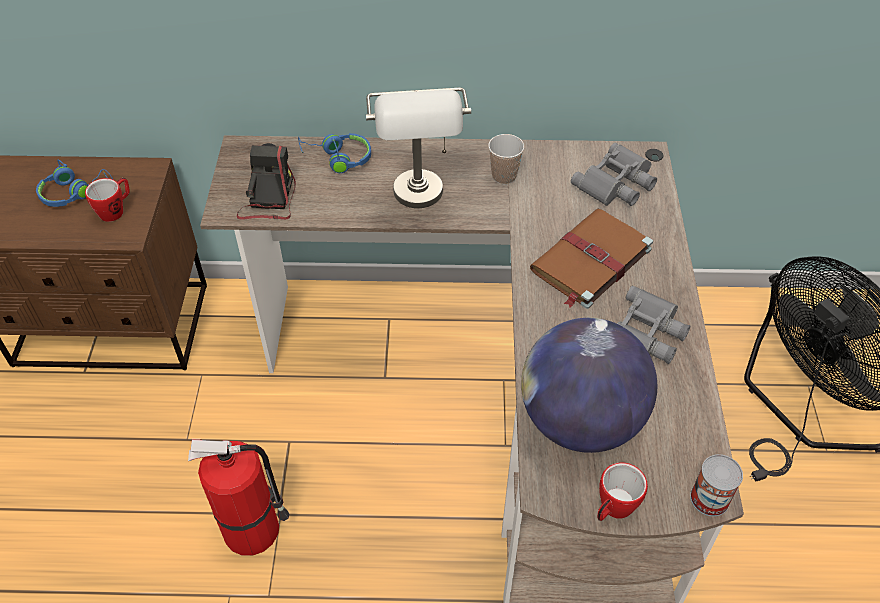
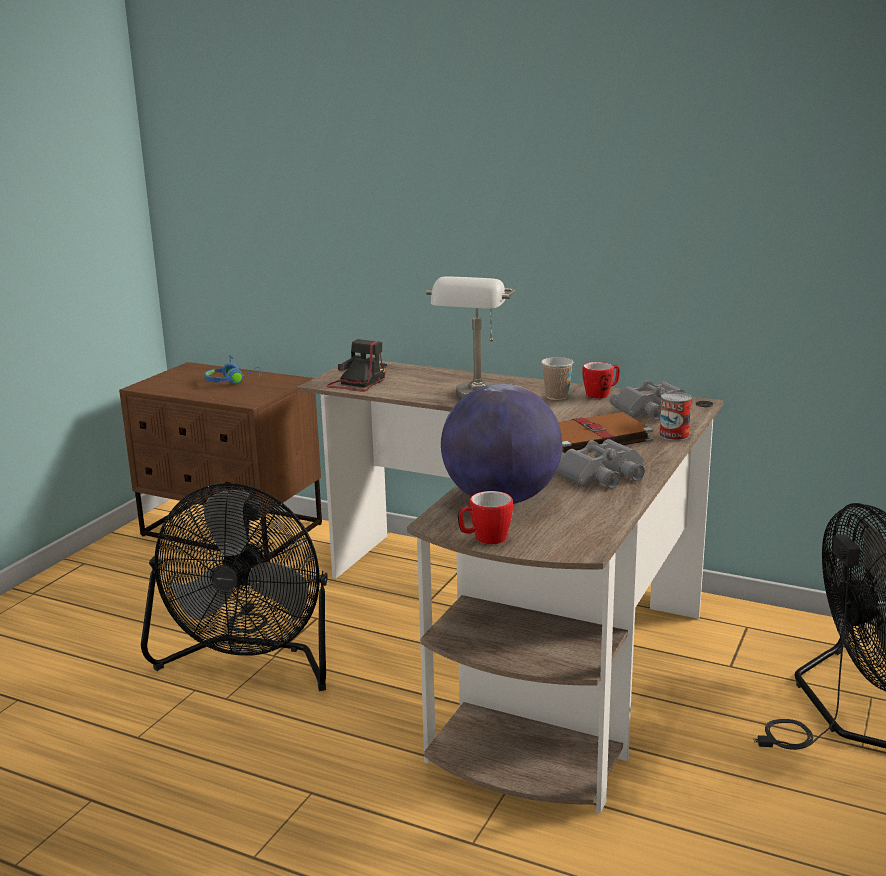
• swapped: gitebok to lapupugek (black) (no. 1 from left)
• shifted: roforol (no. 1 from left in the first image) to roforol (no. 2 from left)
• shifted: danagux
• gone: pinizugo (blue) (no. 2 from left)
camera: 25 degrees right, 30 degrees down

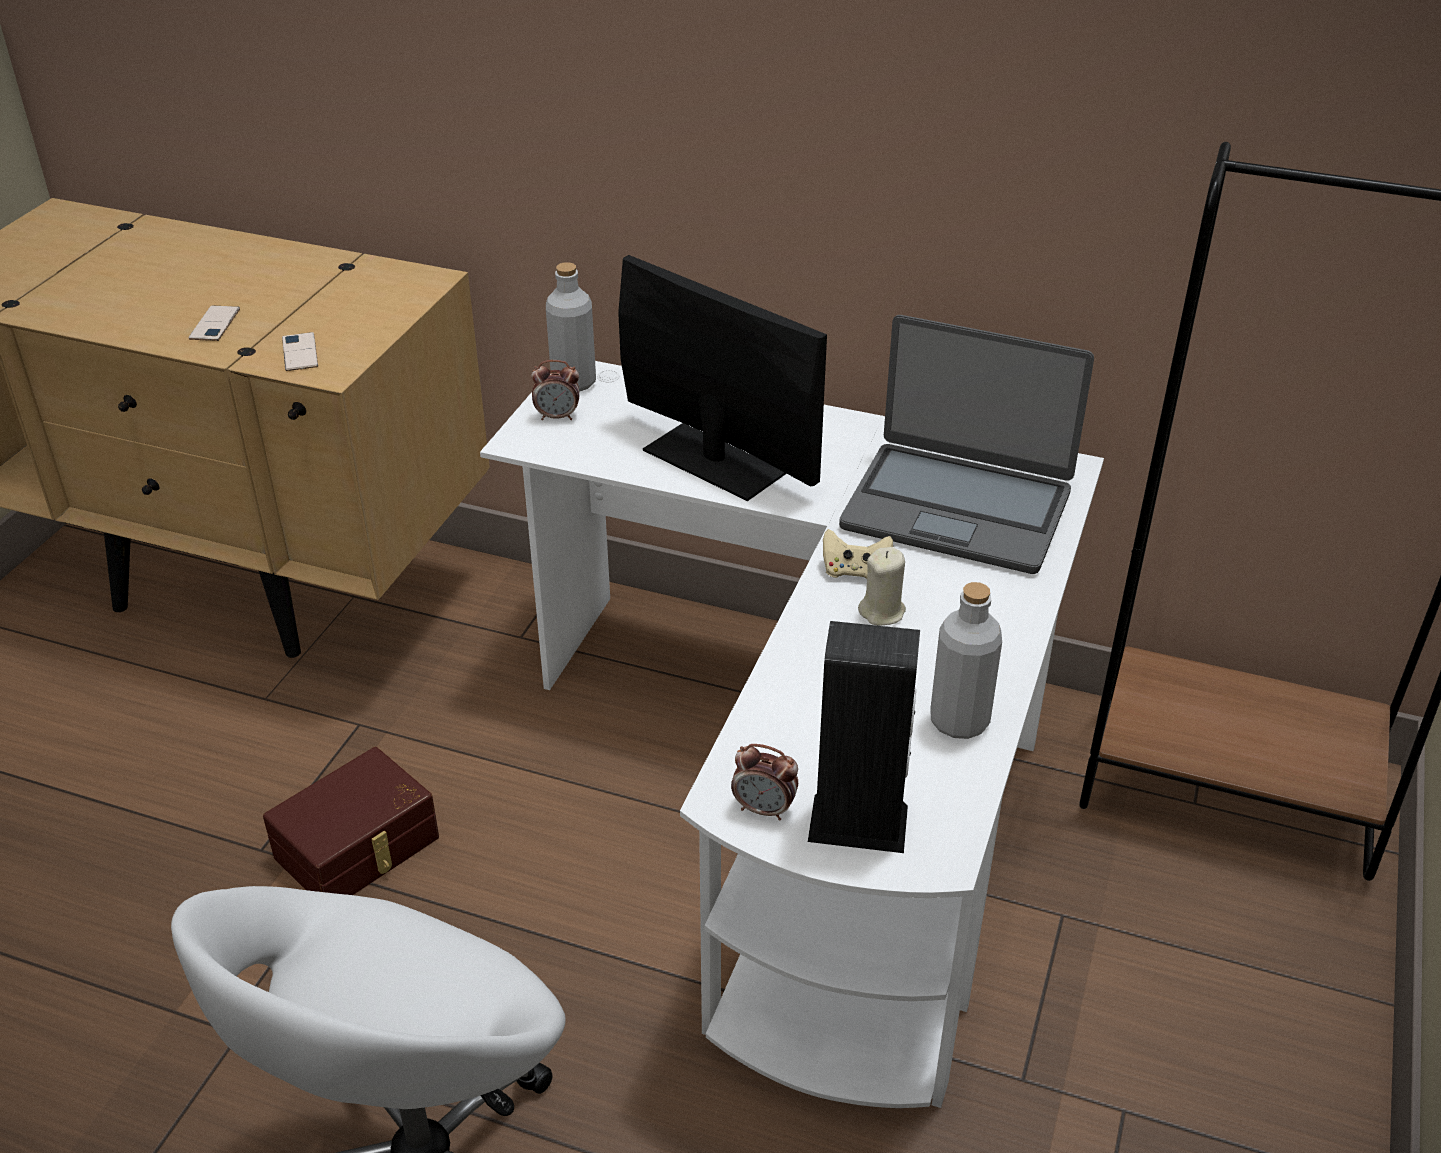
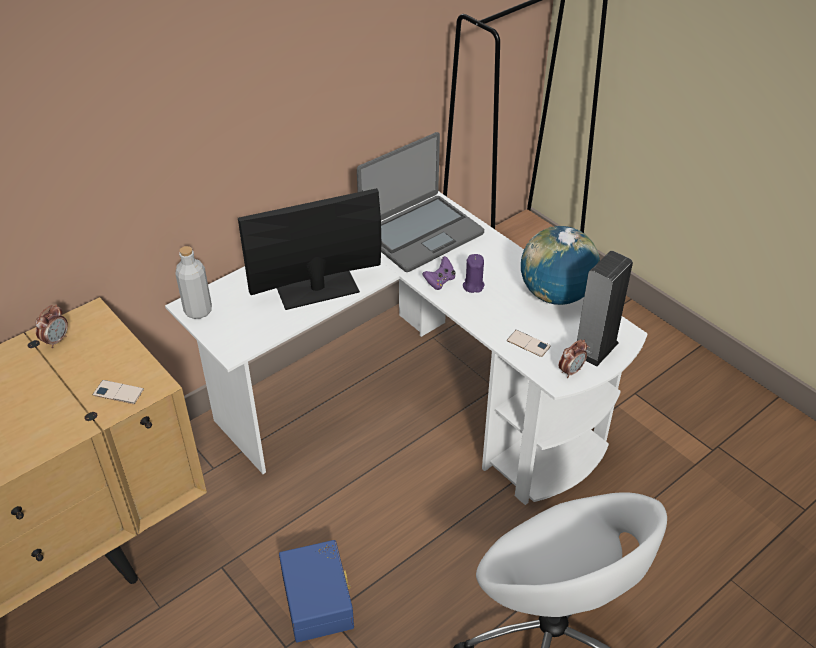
• shifted: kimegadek (no. 1 from left)
• repainted: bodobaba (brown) to bodobaba (blue)
• repainted: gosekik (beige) to gosekik (purple)
• repainted: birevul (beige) to birevul (purple)
• shifted: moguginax (no. 1 from left in the first image) to moguginax (no. 2 from left)
• swapped: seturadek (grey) (no. 2 from left) to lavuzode
camera: 60 degrees left, 5 degrees up

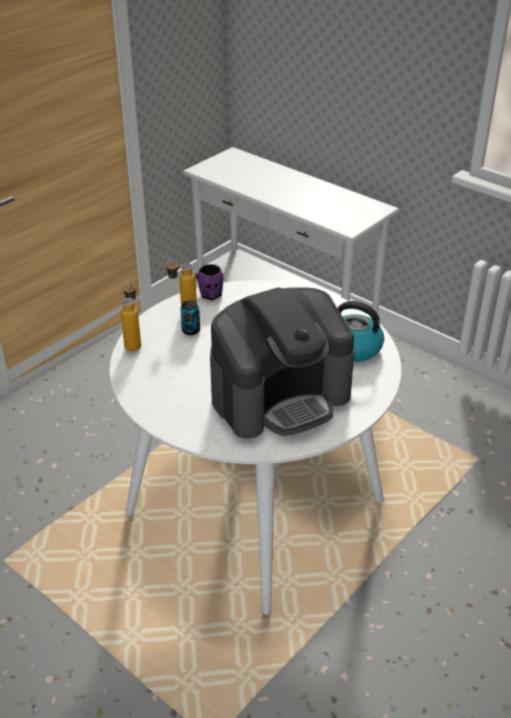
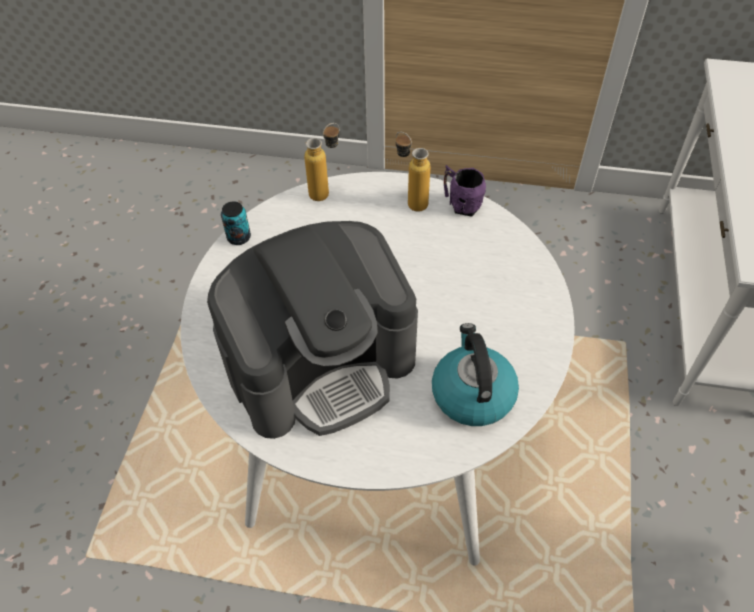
• rotated: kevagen 60 degrees counterclockwise
• shifted: danagux
camera: 60 degrees right, 15 degrees up

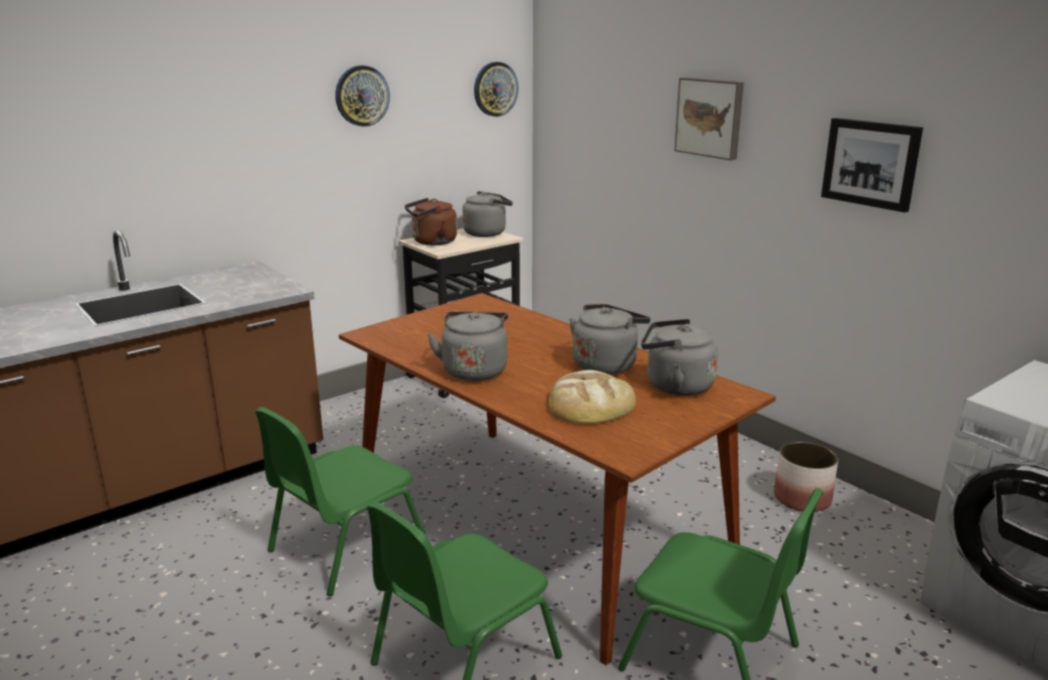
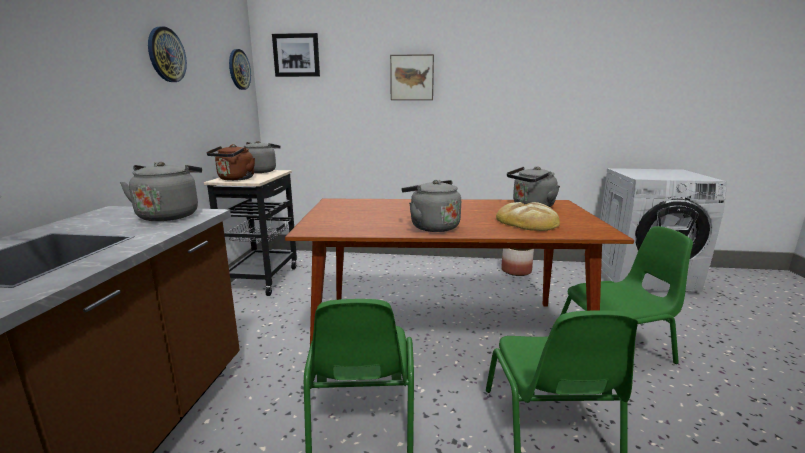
• shifted: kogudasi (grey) (no. 3 from left in the first image) to kogudasi (grey) (no. 1 from left)
• shifted: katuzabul (no. 2 from left in the first image) to katuzabul (no. 1 from left)
camera: 45 degrees left, 5 degrees down

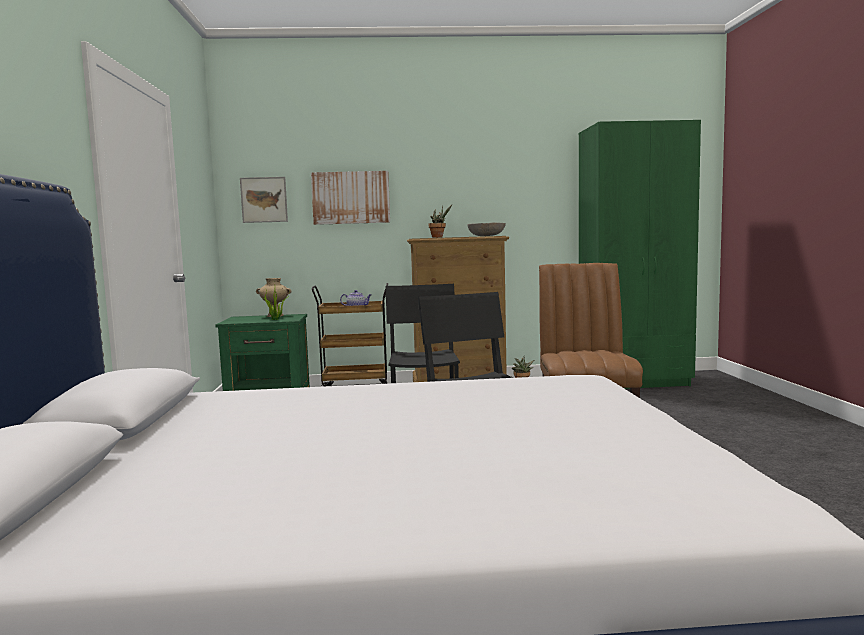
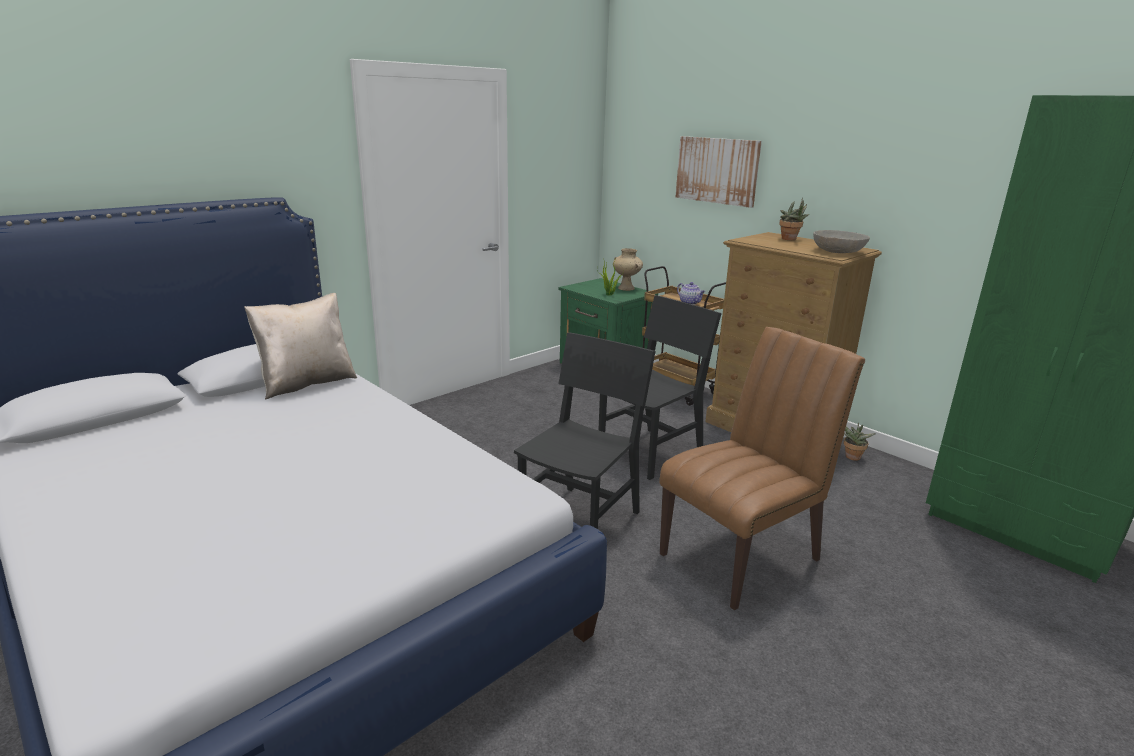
• new: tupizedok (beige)
• gone: katuzabul (no. 1 from left)
camera: 50 degrees right, 15 degrees up

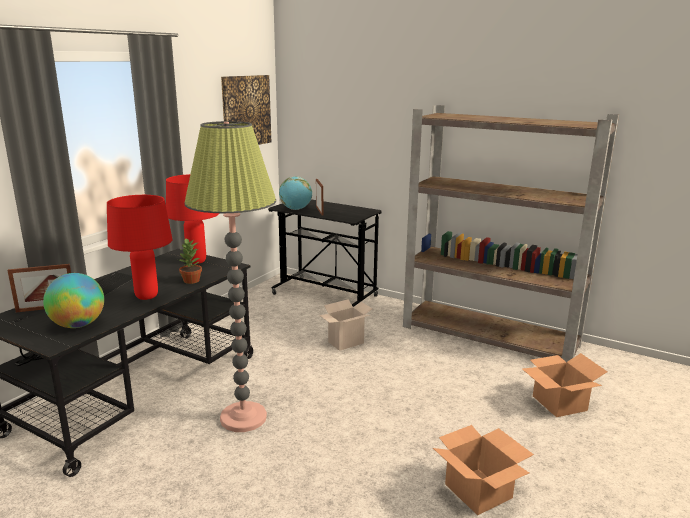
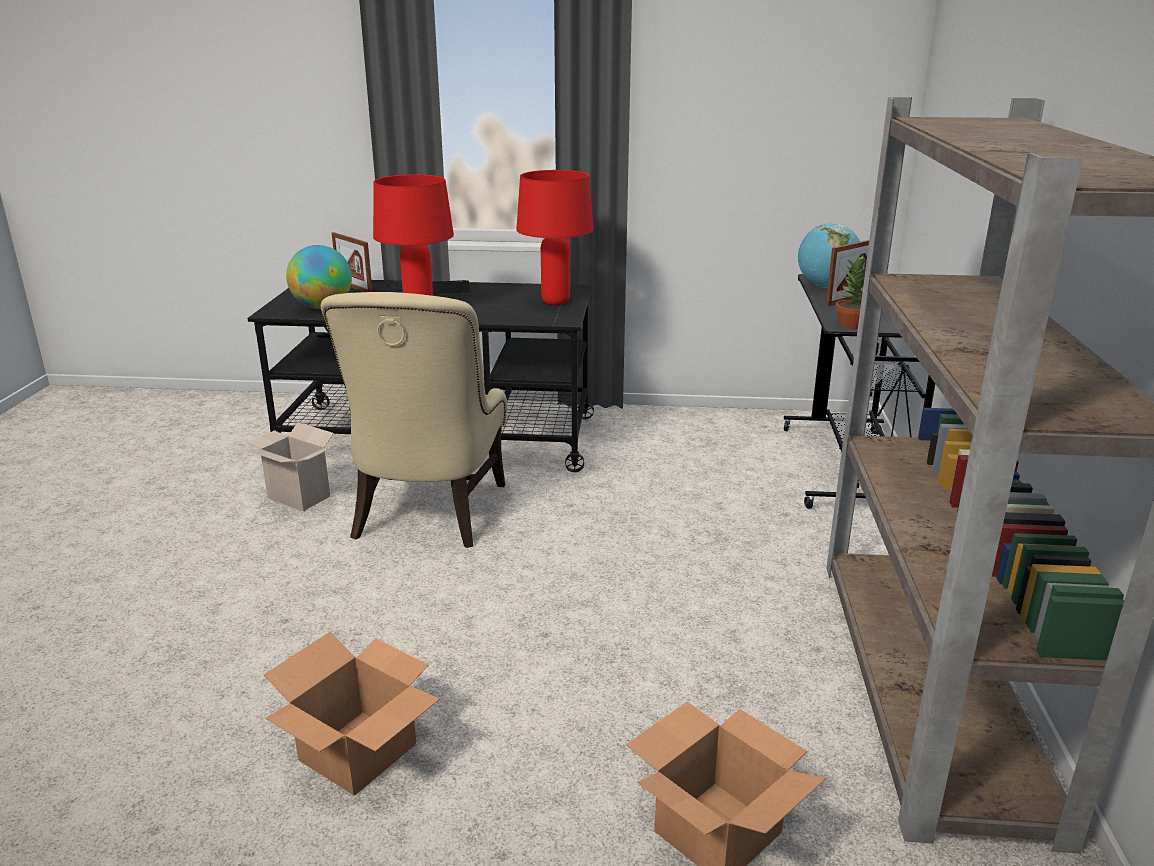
• shifted: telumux (no. 1 from left)
• swapped: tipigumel to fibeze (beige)
• shifted: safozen
• gone: katuzabul
camera: 65 degrees right, 5 degrees up

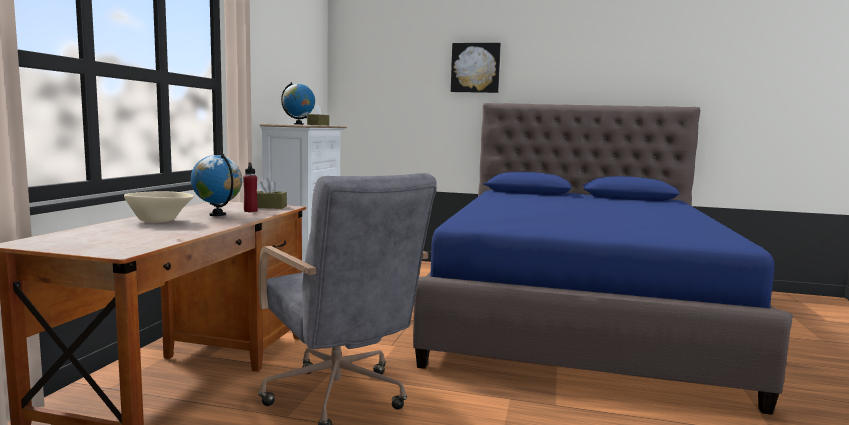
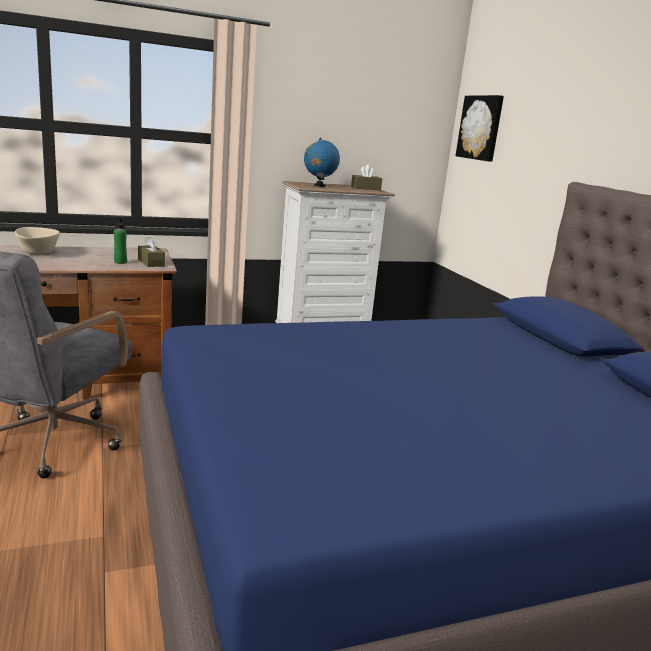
• repainted: seturadek (red) to seturadek (green)
• shifted: katuzabul
• gone: lavuzode (no. 1 from left)
camera: 55 degrees right, 10 degrees up

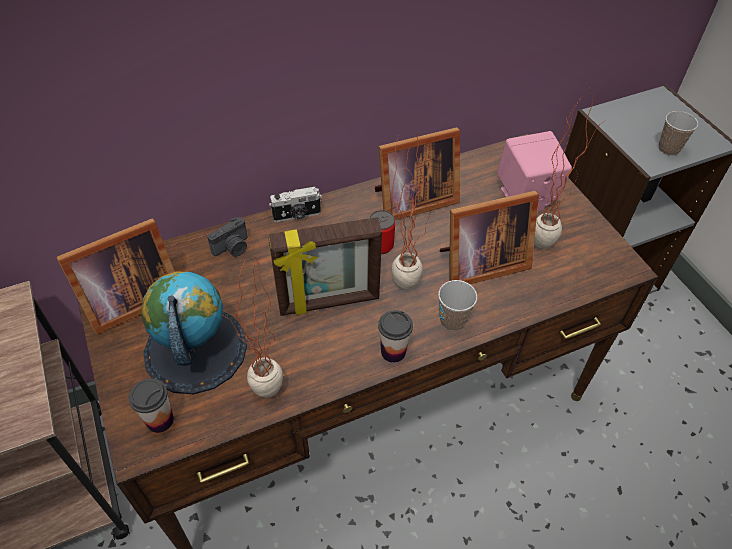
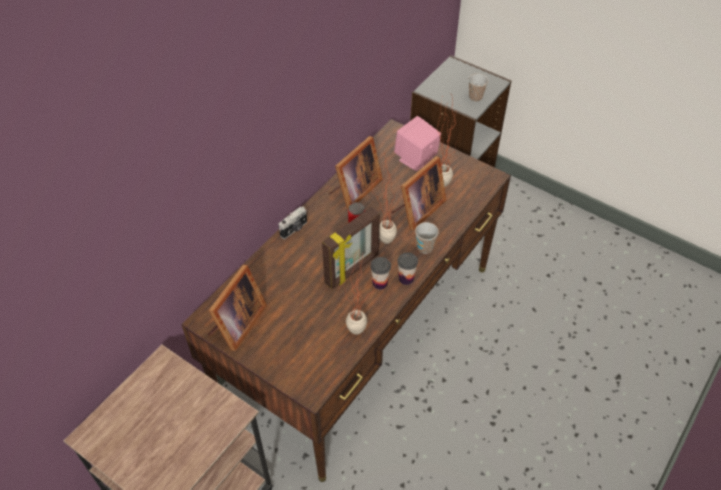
• shifted: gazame (no. 1 from left)
• gone: lavuzode
• gone: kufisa (no. 1 from left)
camera: 30 degrees left, 0 degrees up

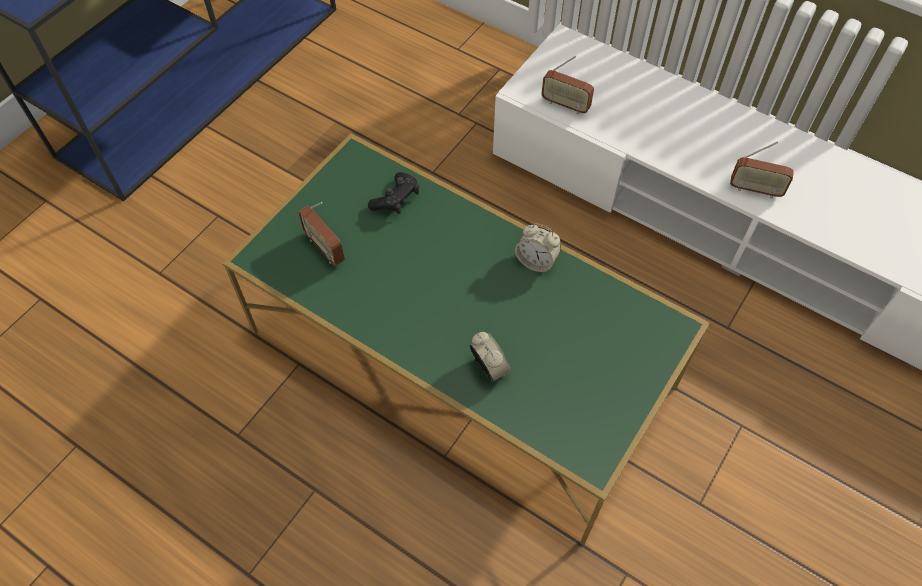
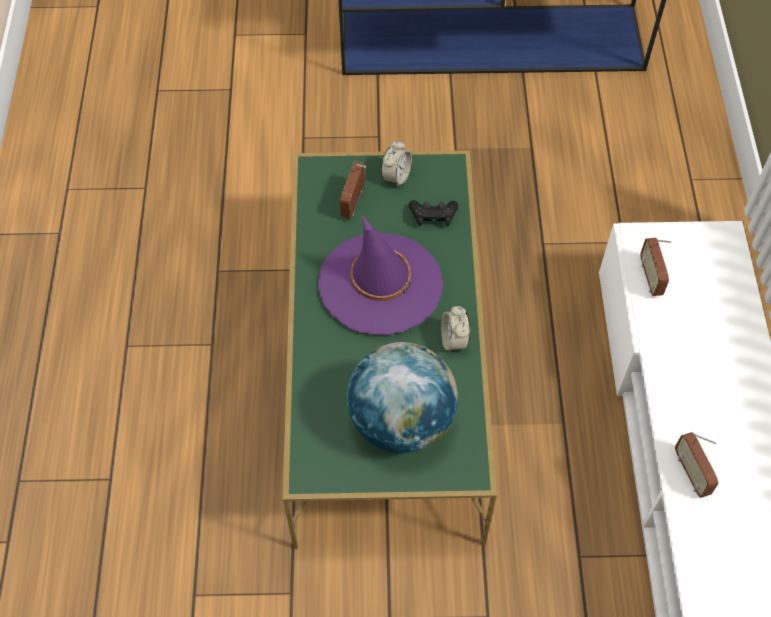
• new: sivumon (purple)
• new: lavuzode
• shifted: kimegadek (no. 1 from left)
camera: 55 degrees right, 0 degrees up

